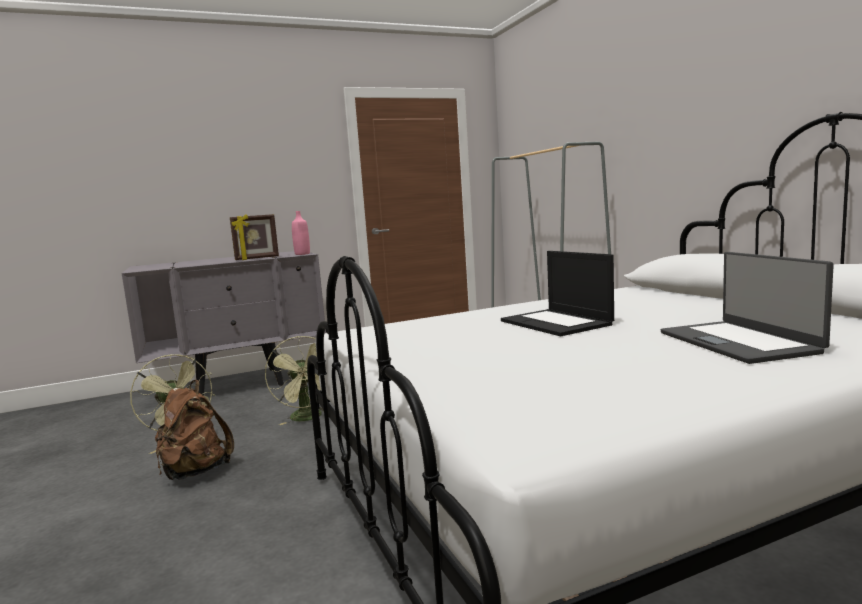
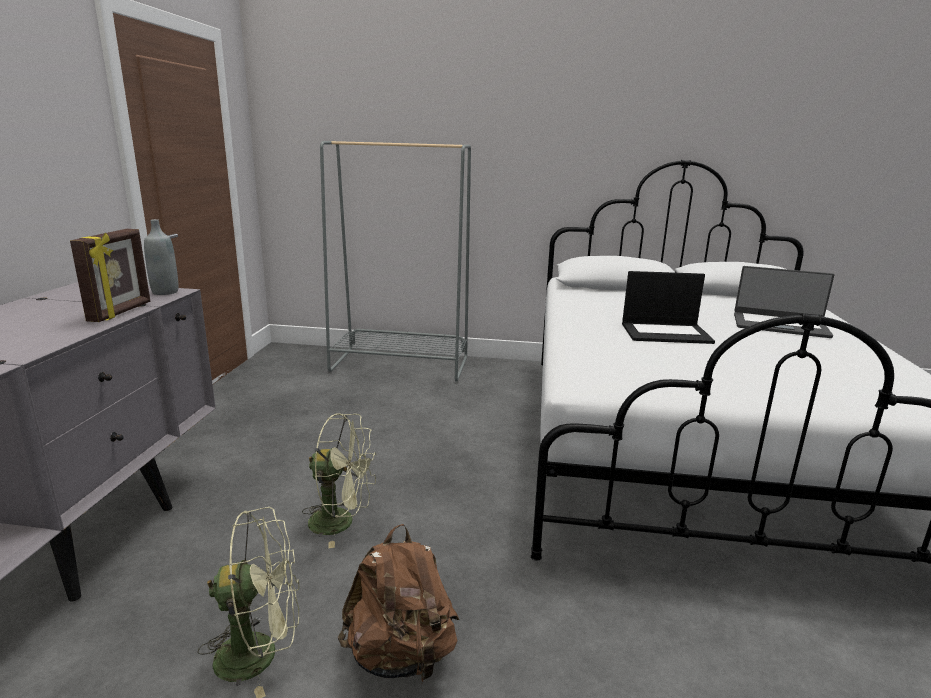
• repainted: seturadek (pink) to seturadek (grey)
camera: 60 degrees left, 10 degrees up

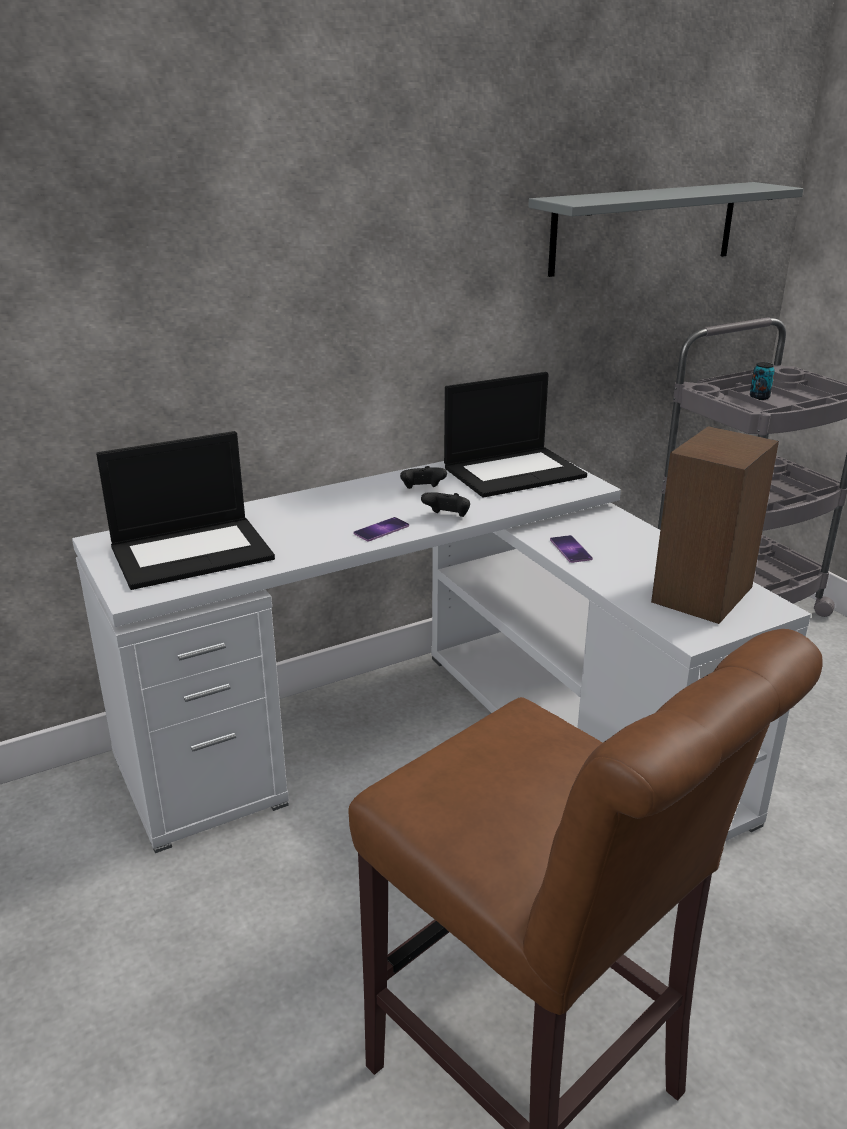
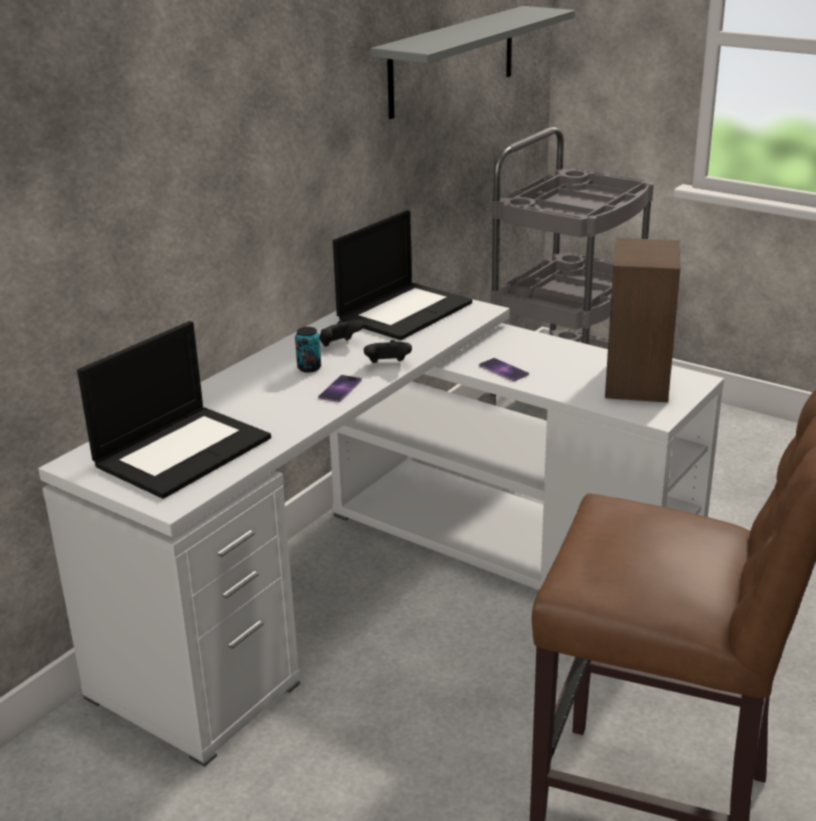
• shifted: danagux
camera: 25 degrees left, 0 degrees up

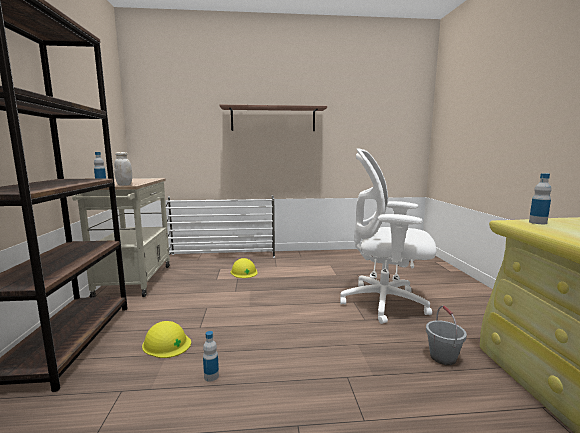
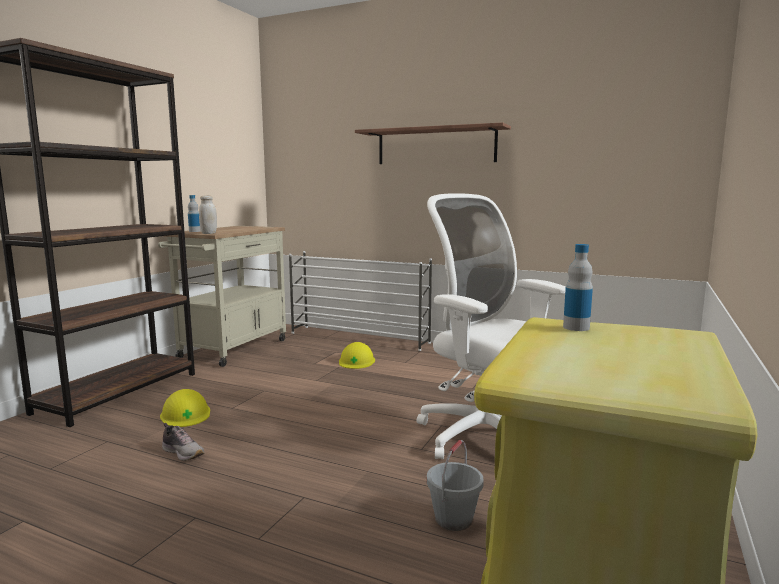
• swapped: seturadek (no. 2 from left) to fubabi
camera: 30 degrees right, 0 degrees up

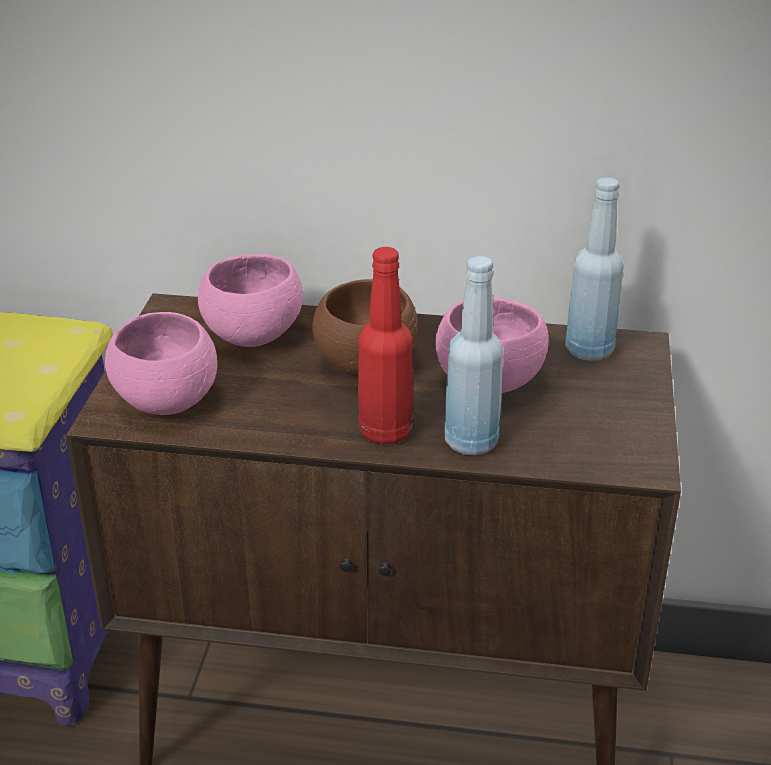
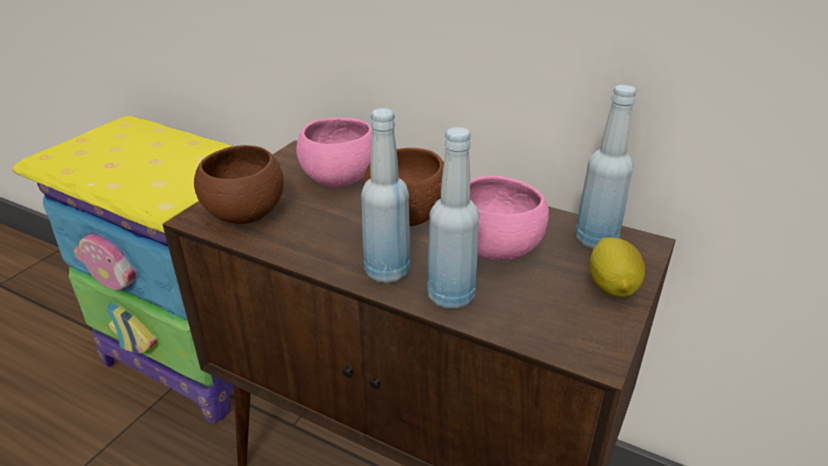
• repainted: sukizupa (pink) (no. 1 from left) to sukizupa (brown) (no. 1 from left)
• repainted: seturadek (red) to seturadek (blue) (no. 1 from left)
• new: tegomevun
camera: 20 degrees right, 0 degrees up

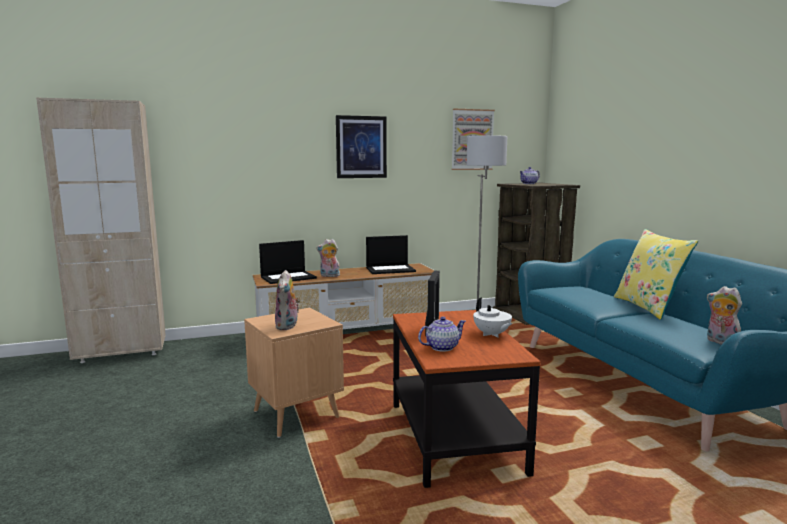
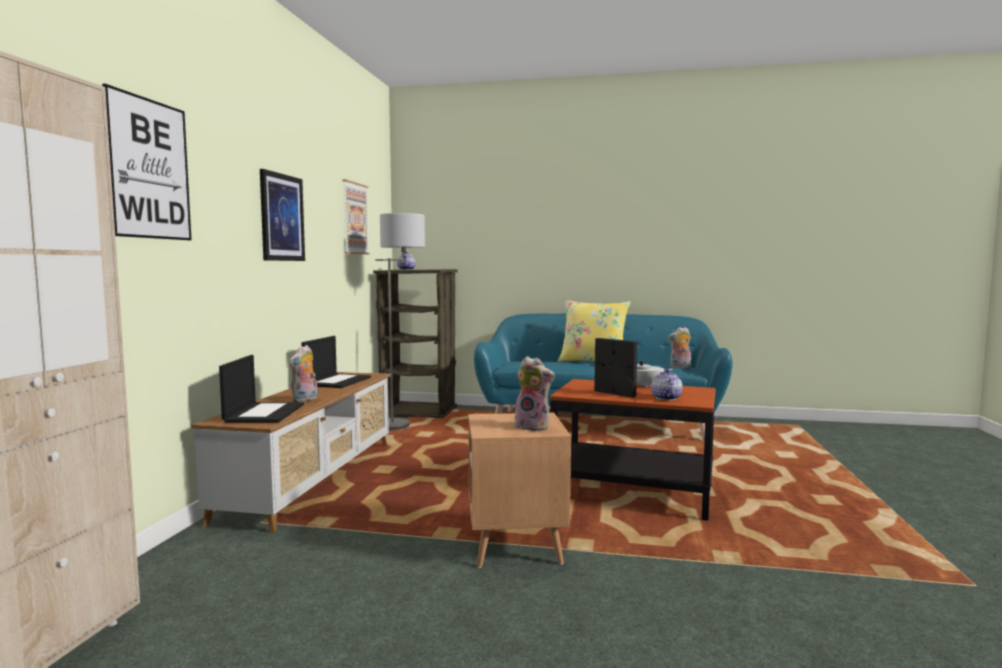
• new: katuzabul (no. 1 from left)
camera: 60 degrees left, 5 degrees down

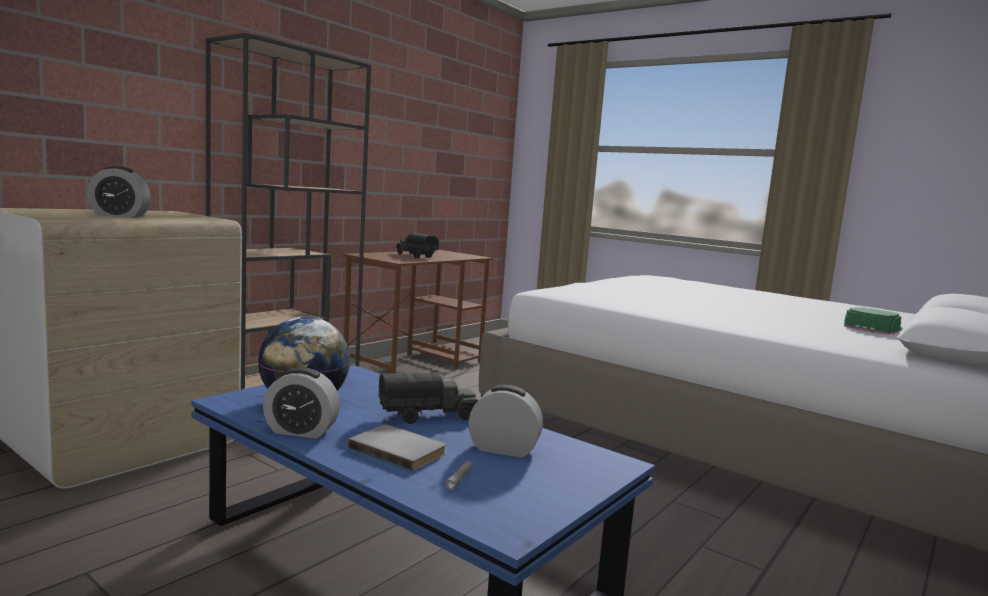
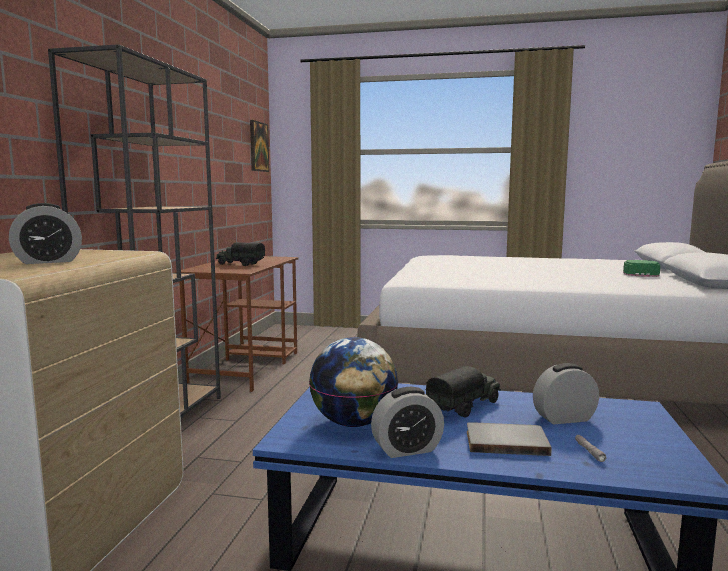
• new: katuzabul
camera: 25 degrees left, 0 degrees up

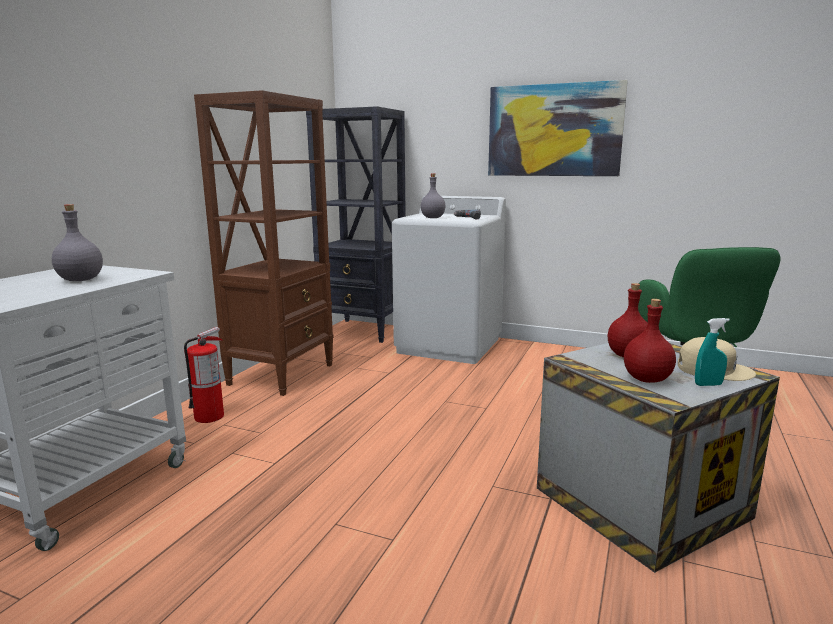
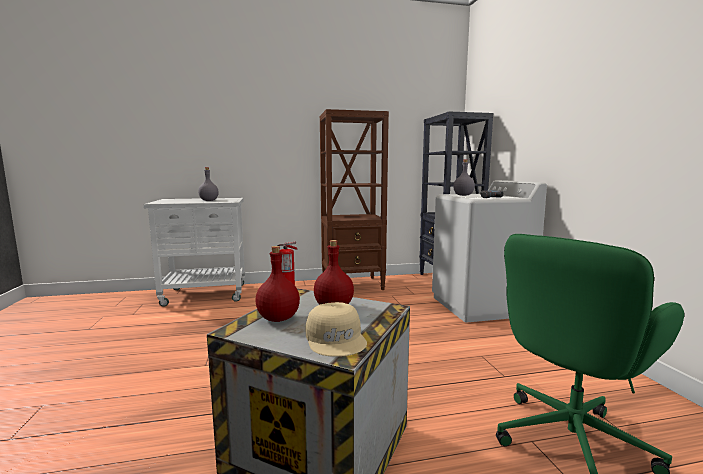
• gone: katuzabul
• gone: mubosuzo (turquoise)
camera: 55 degrees right, 5 degrees down

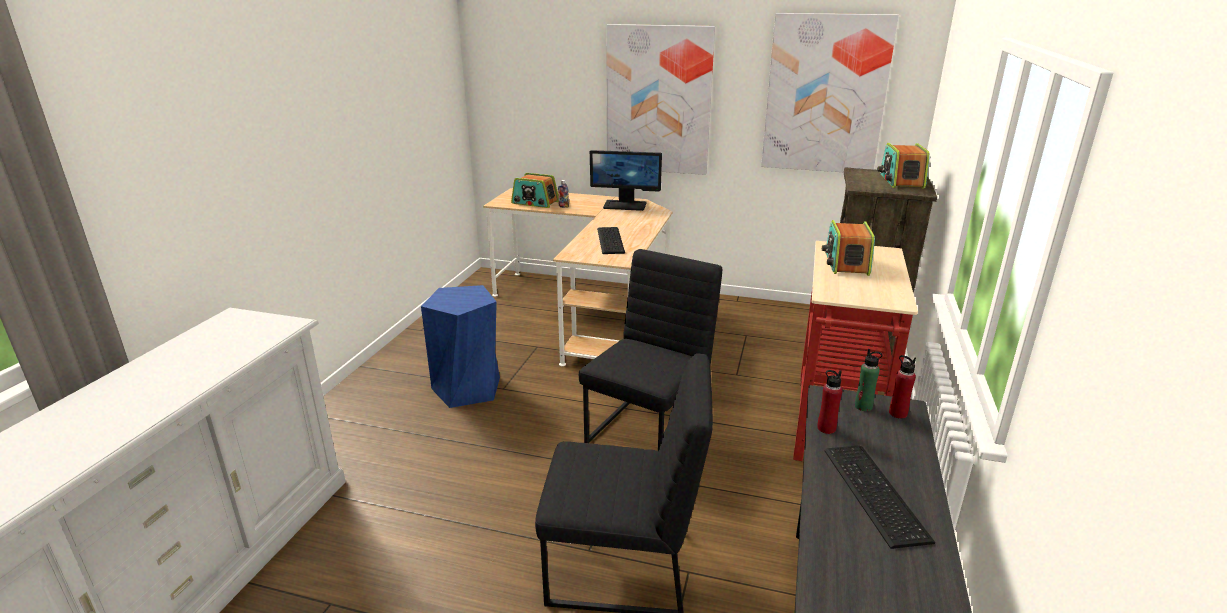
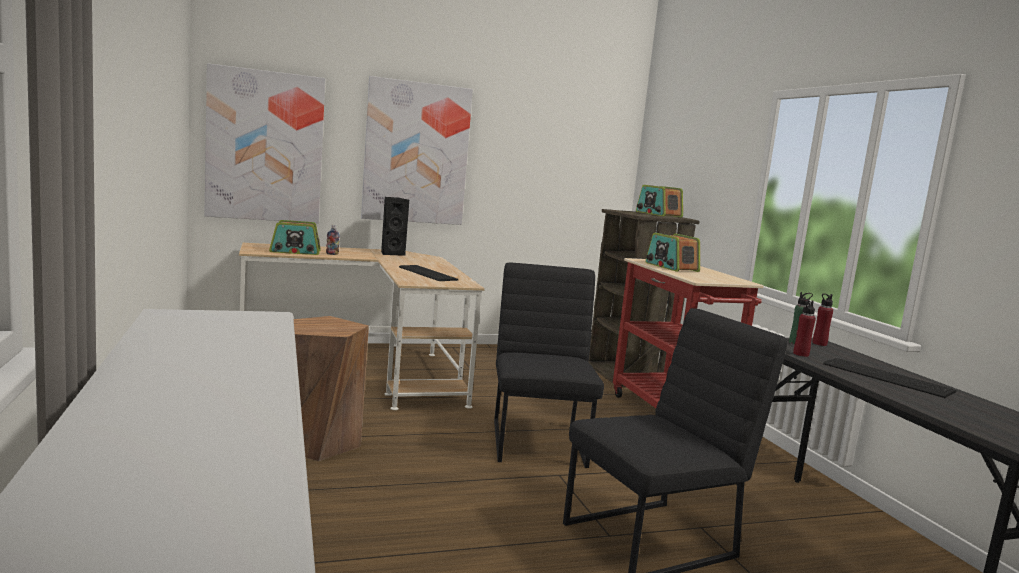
• shifted: katuzabul (no. 2 from left in the first image) to katuzabul (no. 1 from left)
• repainted: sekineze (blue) to sekineze (brown)
• swapped: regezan to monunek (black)
camera: 35 degrees left, 15 degrees down

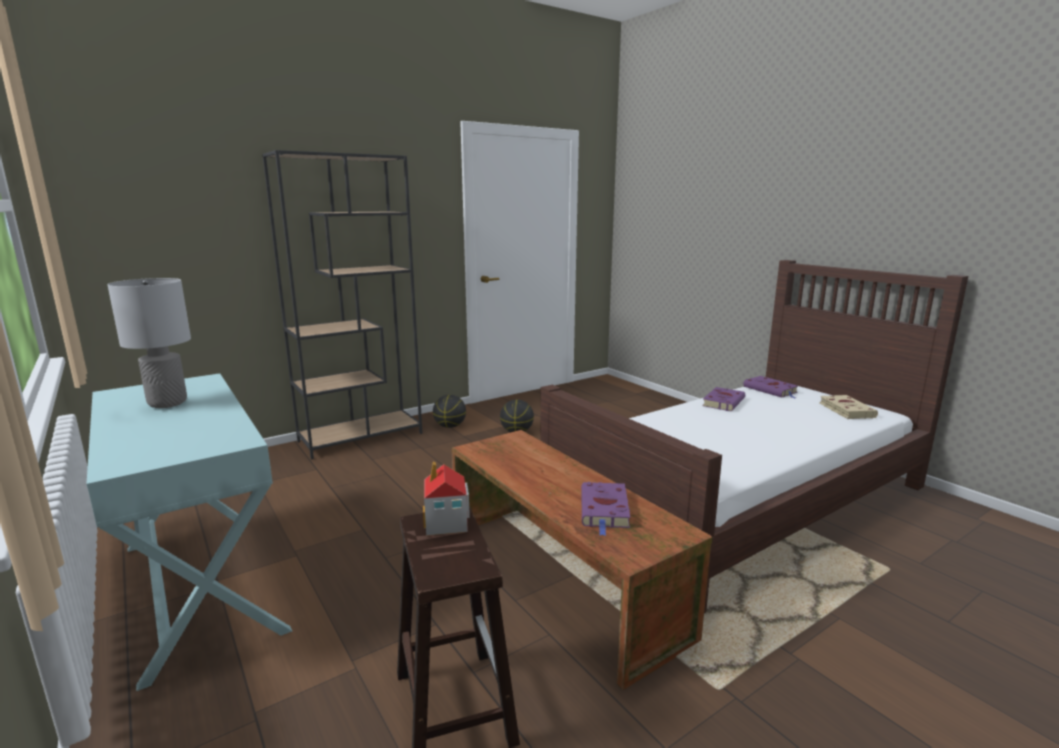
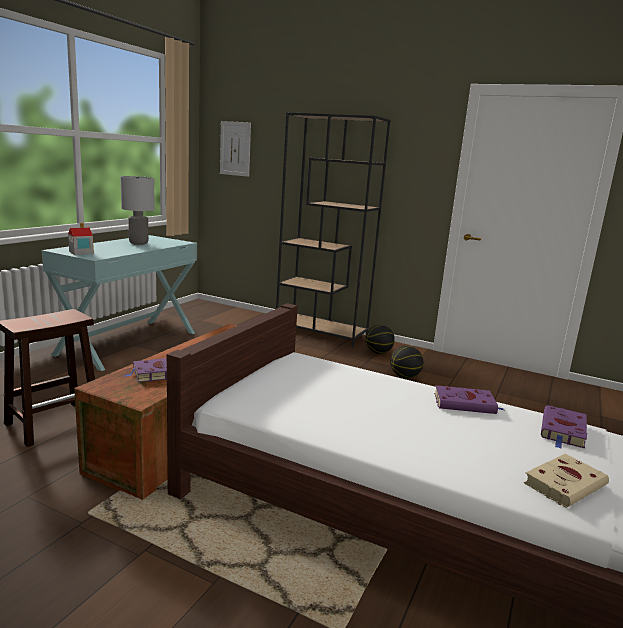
• shifted: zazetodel
• new: katuzabul
camera: 60 degrees right, 0 degrees up

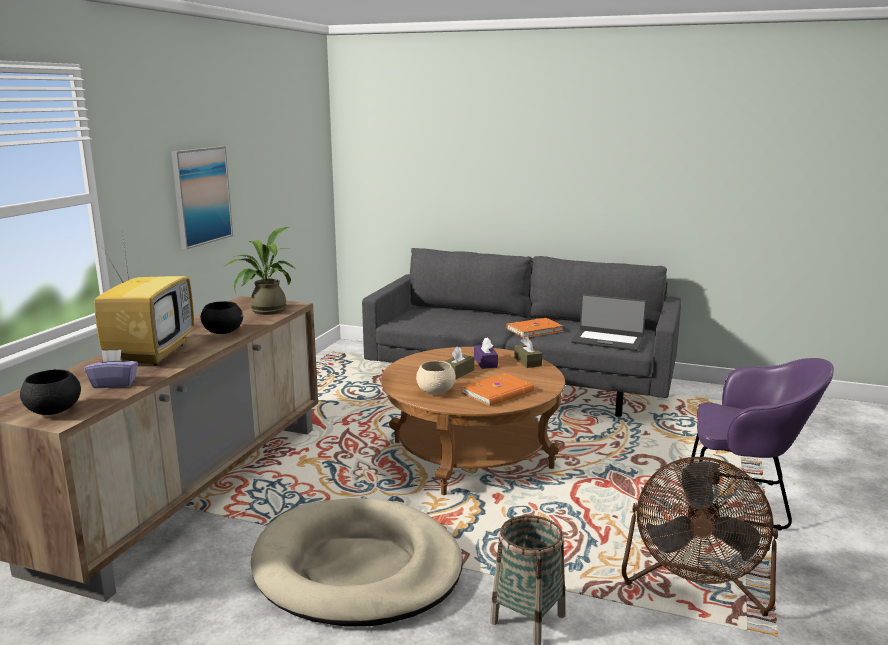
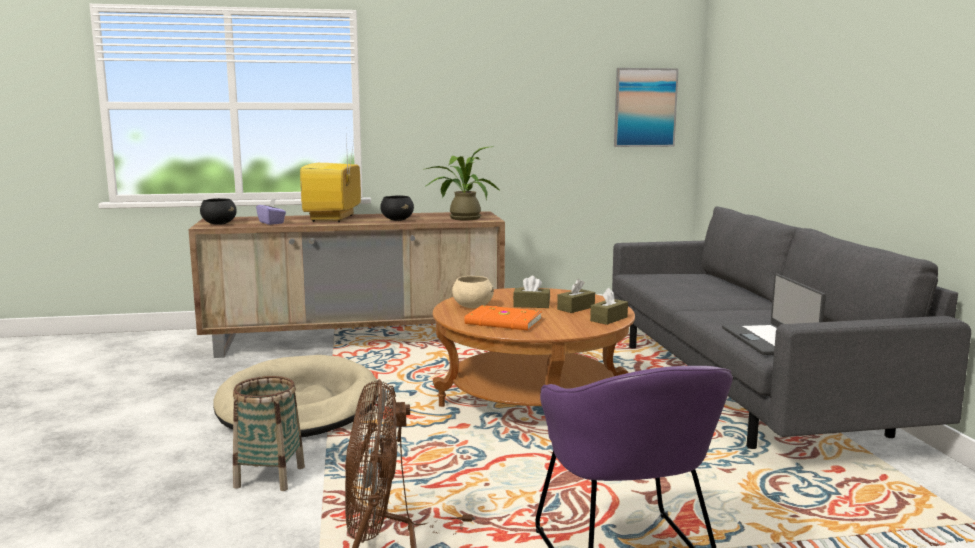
• rotated: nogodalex 120 degrees clockwise
• repainted: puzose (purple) (no. 2 from left) to puzose (brown) (no. 2 from left)
• shifted: katuzabul
• gone: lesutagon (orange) (no. 2 from left)
camera: 60 degrees right, 5 degrees down

